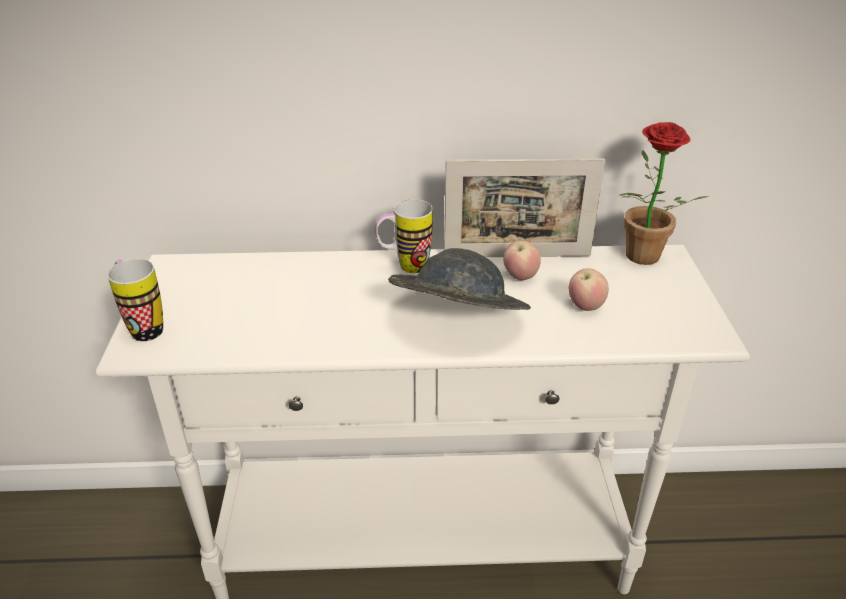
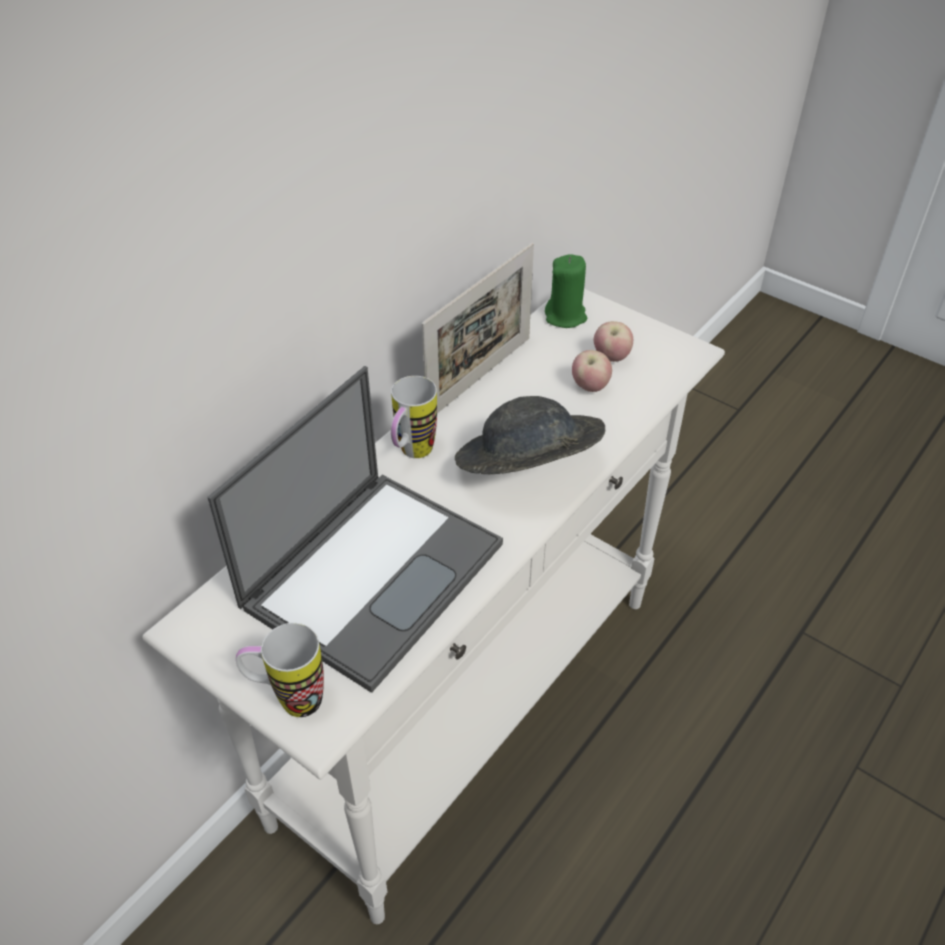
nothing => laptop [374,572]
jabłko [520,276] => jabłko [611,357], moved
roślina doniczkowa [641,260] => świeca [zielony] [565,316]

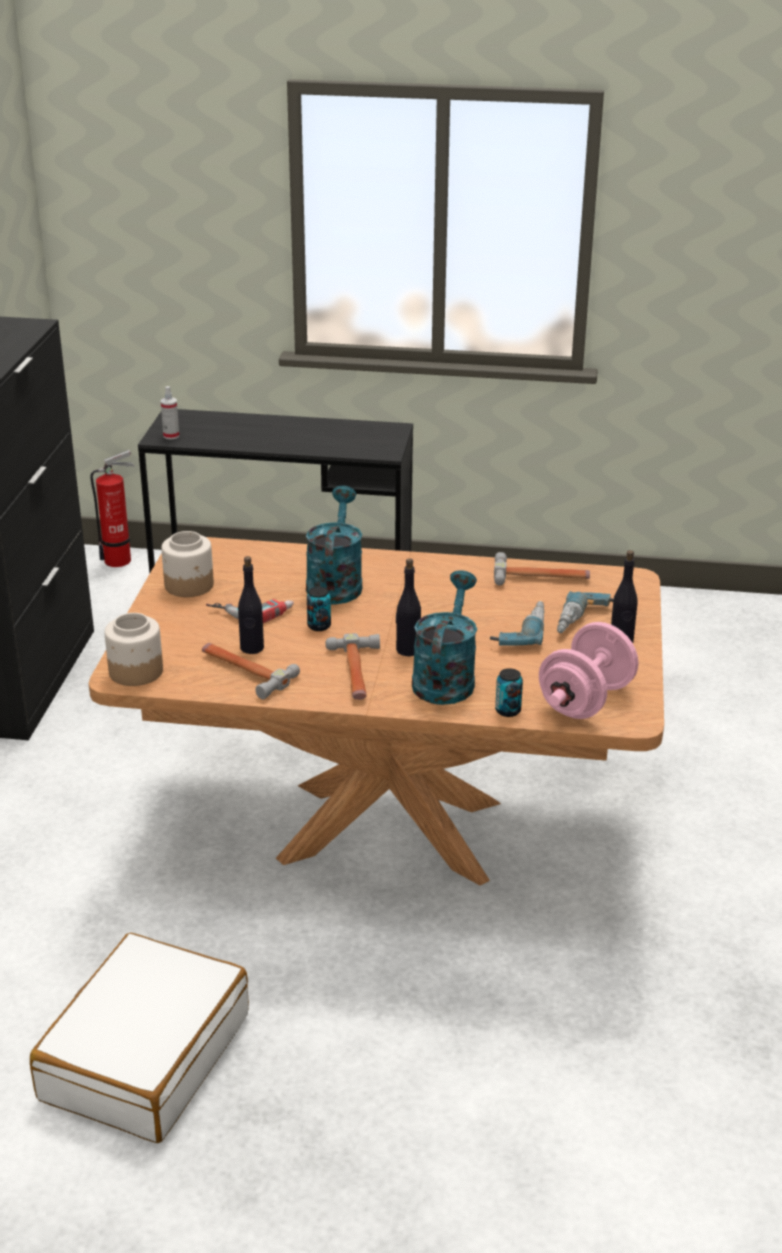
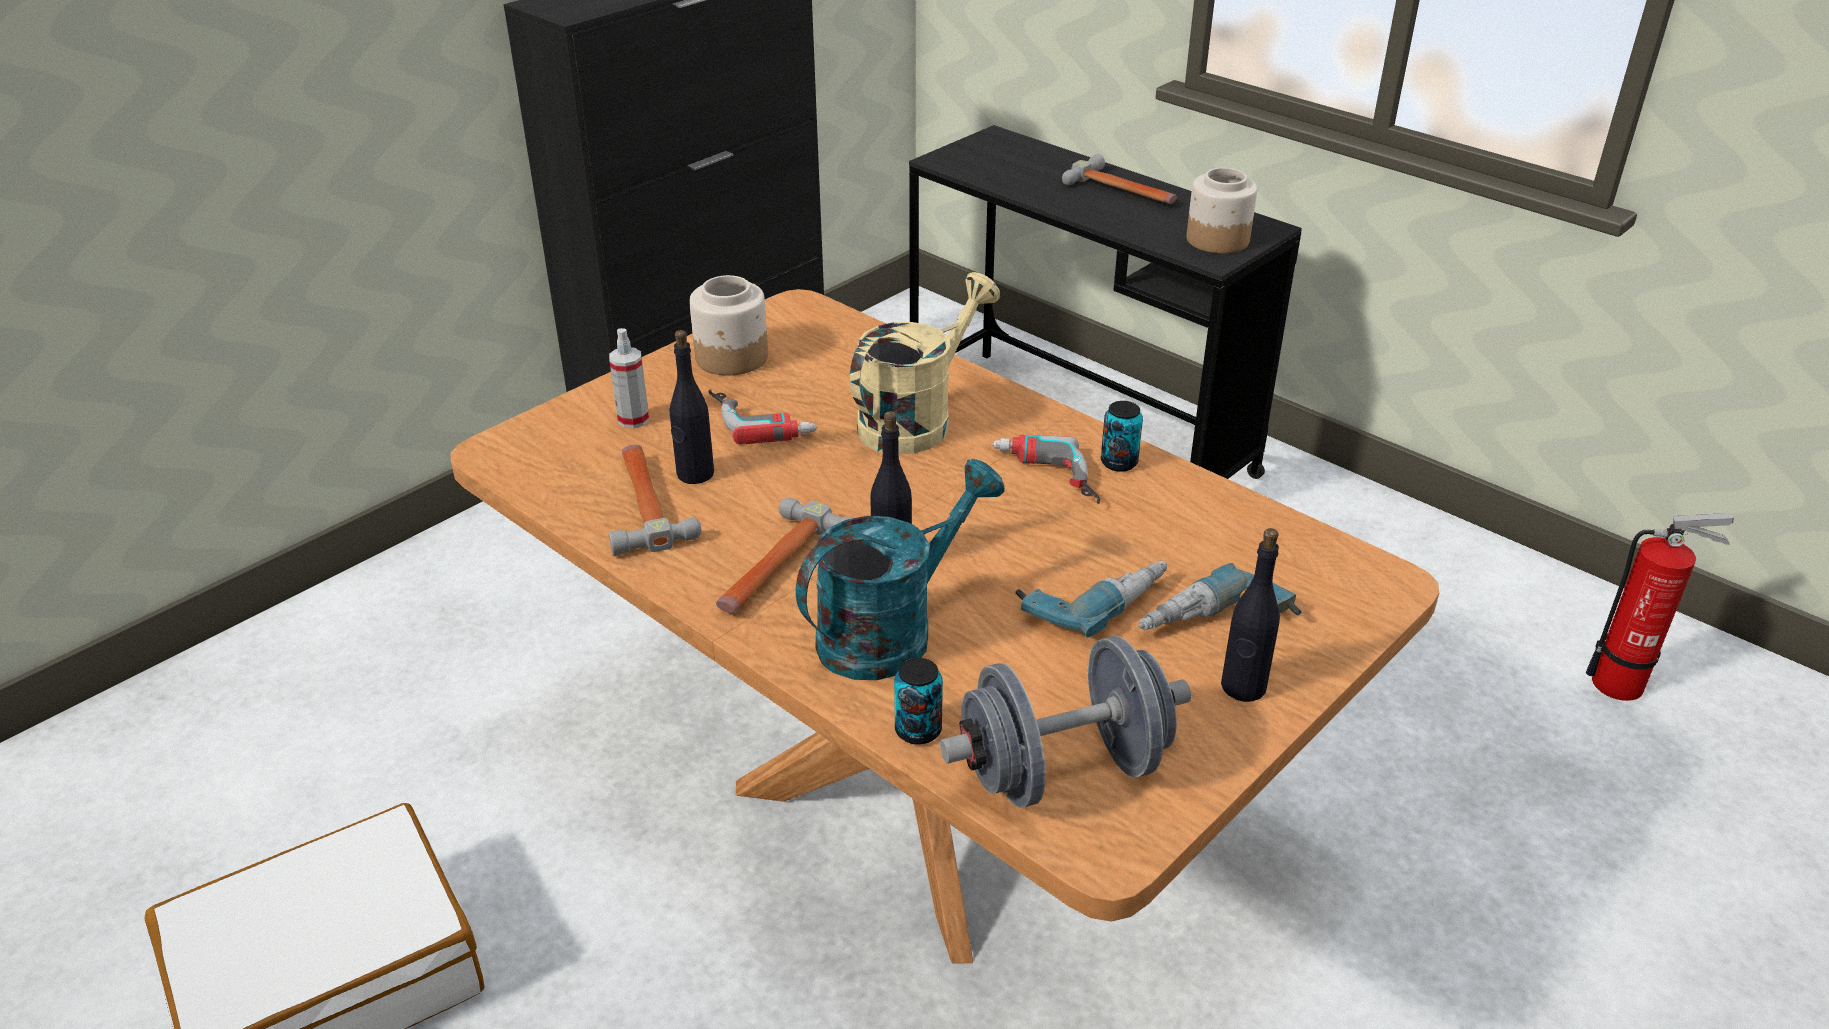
nothing => wiertarka [1044,478]
gaśnica [121,560] => gaśnica [1625,685], moved
słoik [135,672] => słoik [1216,240], moved
spryskiwacz [171,436] => spryskiwacz [633,419], moved
puszka [319,626] => puszka [1119,462], moved
młotek [541,577] => młotek [1123,191], moved
konewka [turkusowy] [335,583] => konewka [beżowy] [915,420]
hantel [różowy] [586,700] => hantel [szary] [1063,770]

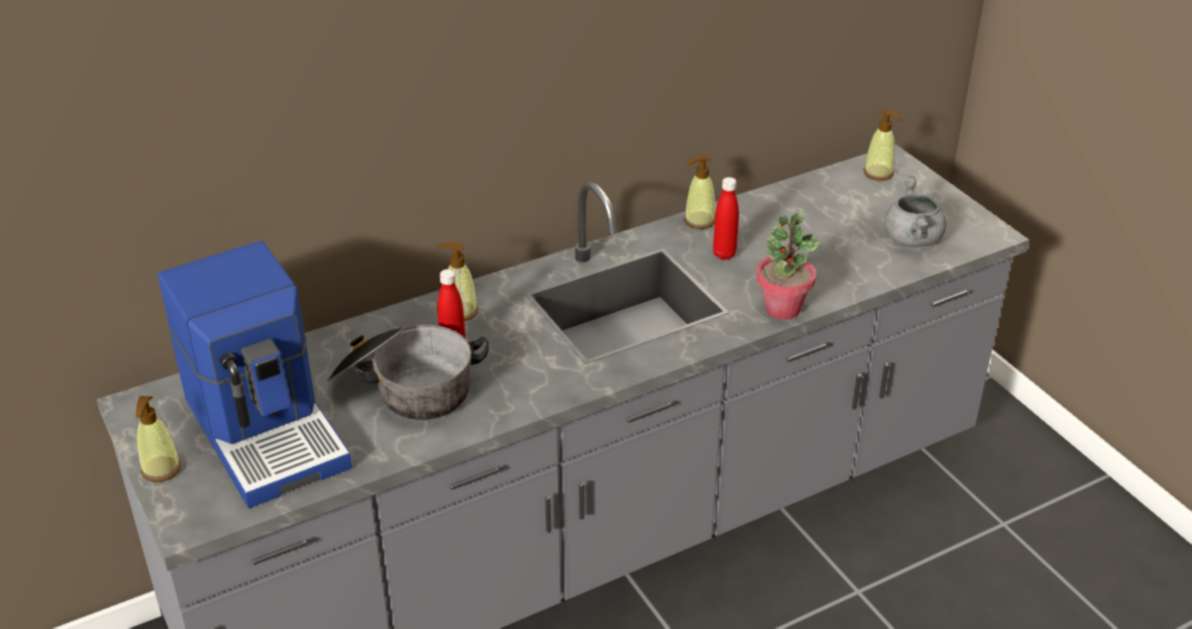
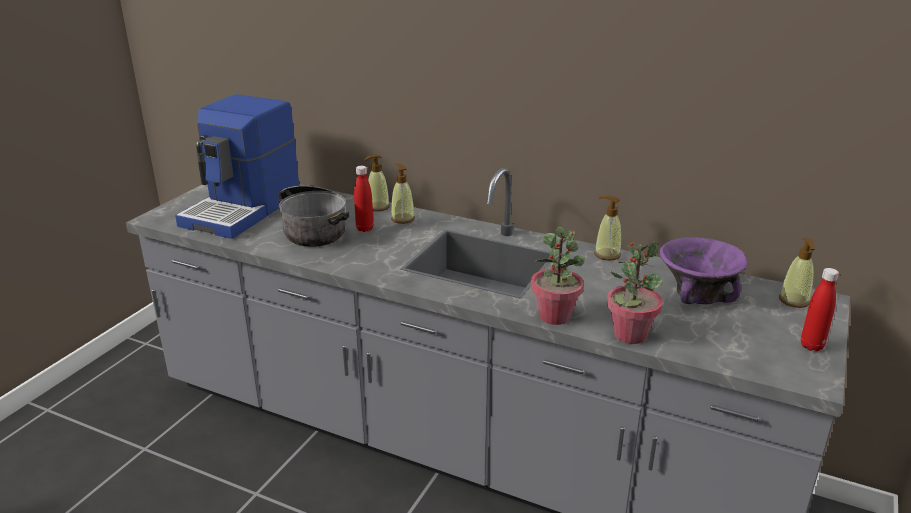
garnek [szary] [912,239] => nothing
nothing => roślina doniczkowa [629,335]
nothing => miska [fioletowy] [697,294]
dozownik mydła [161,469] => dozownik mydła [377,207], moved
butelka [czerwony] [724,254] => butelka [czerwony] [811,346], moved

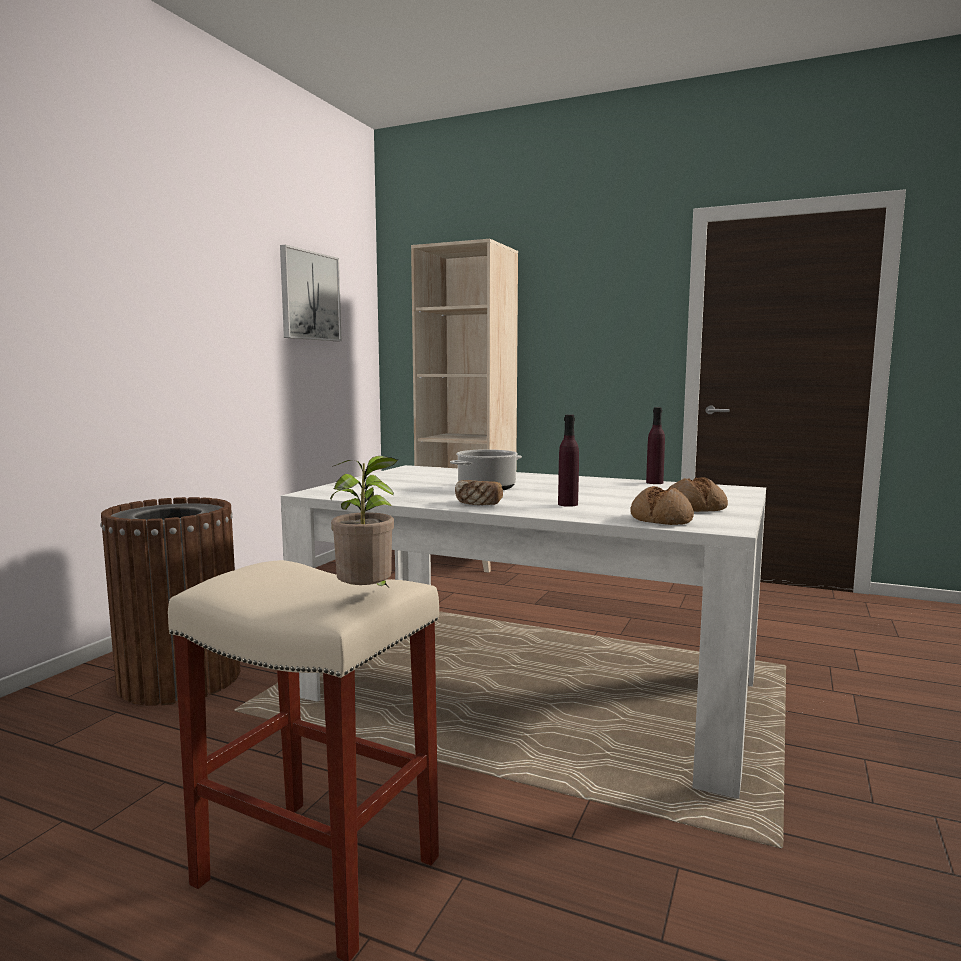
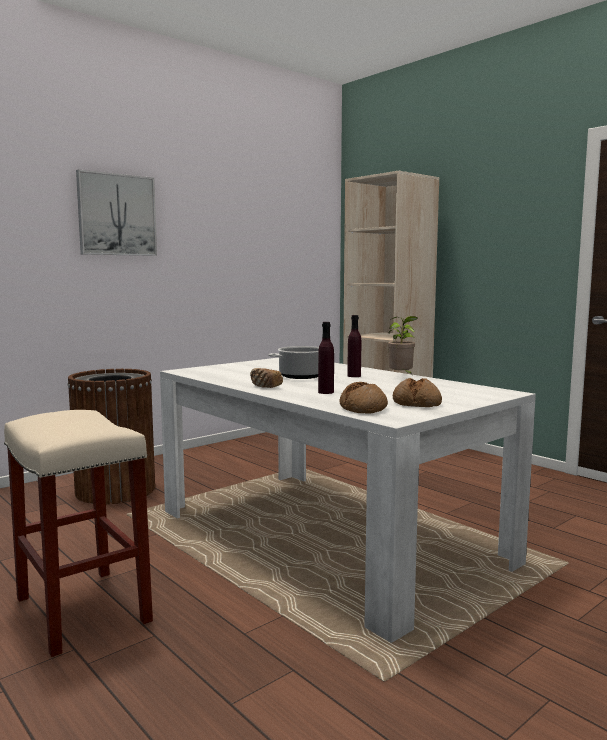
obraz [310,296] => obraz [117,215], moved
roślina doniczkowa [368,597] => roślina doniczkowa [402,377], moved
butelka [fioletowy] [654,482] => butelka [fioletowy] [354,376], moved

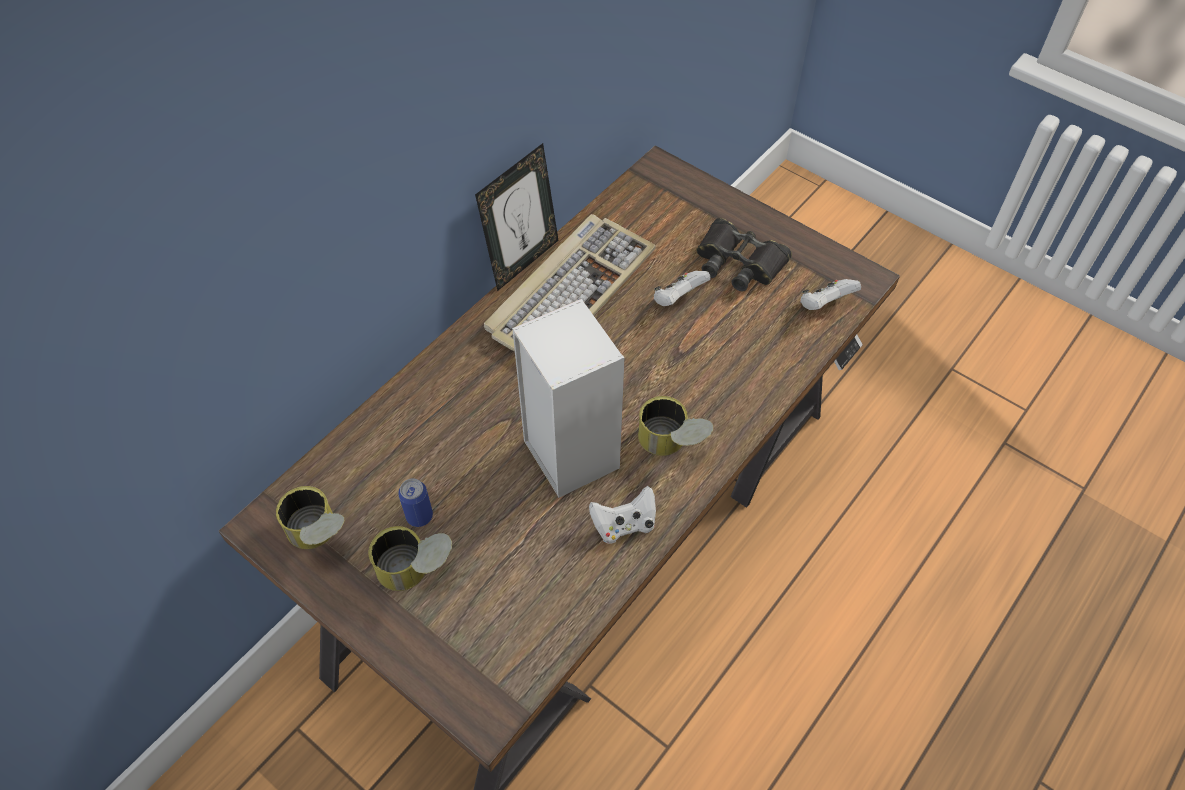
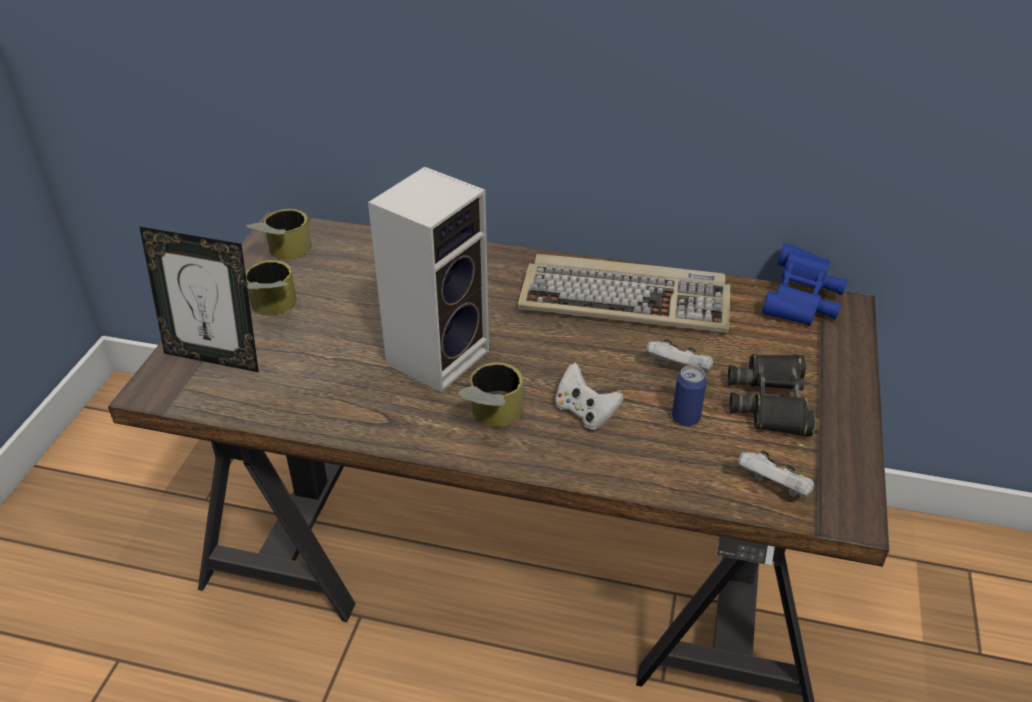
nothing => lornetka [niebieski] [801,303]
puszka [419,516] => puszka [685,418], moved
ramka na zdjęcie [523,261] => ramka na zdjęcie [215,357], moved
pad do gier [biały] [624,525] => pad do gier [biały] [585,412], moved

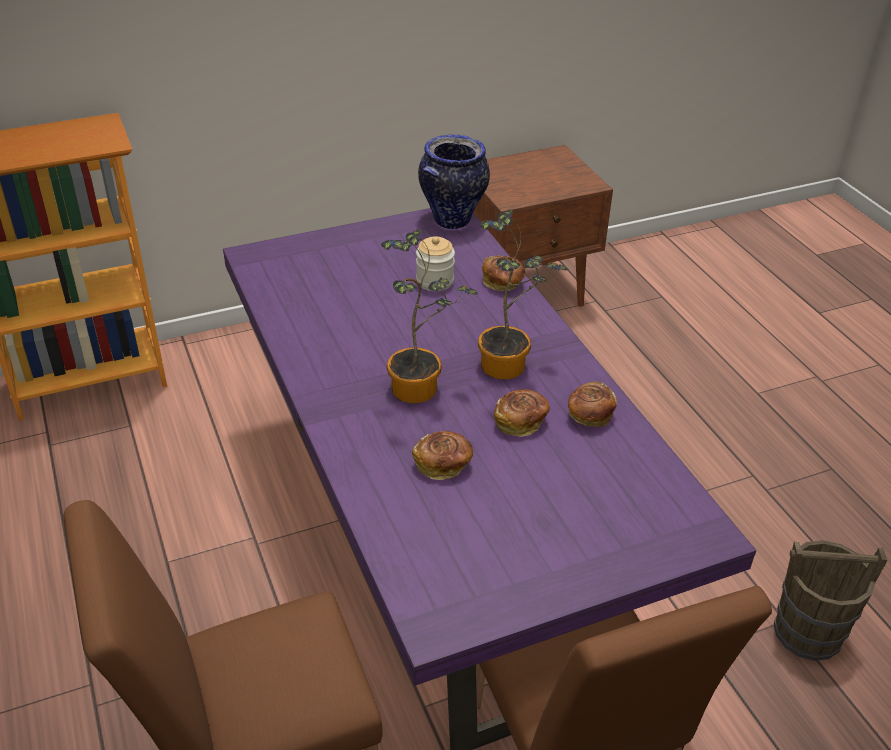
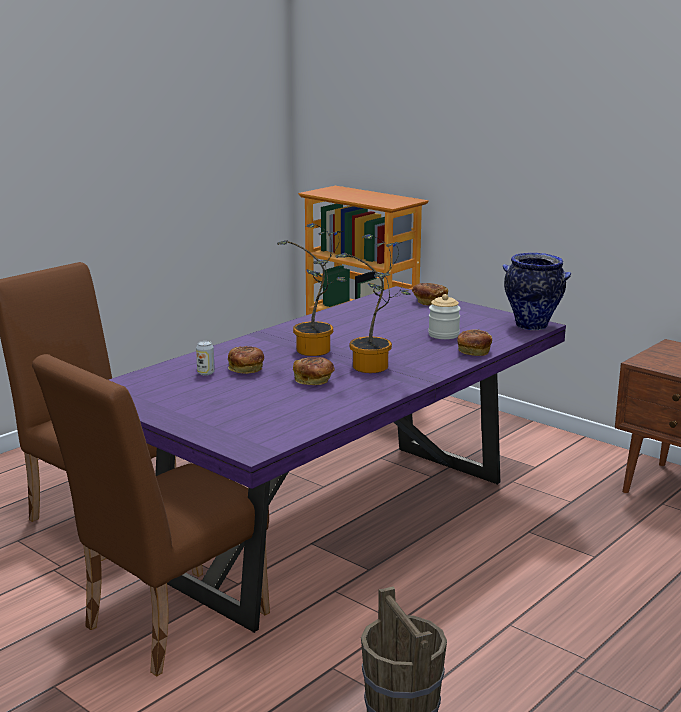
nothing => puszka [206,373]
chleb [589,415] => chleb [429,301], moved

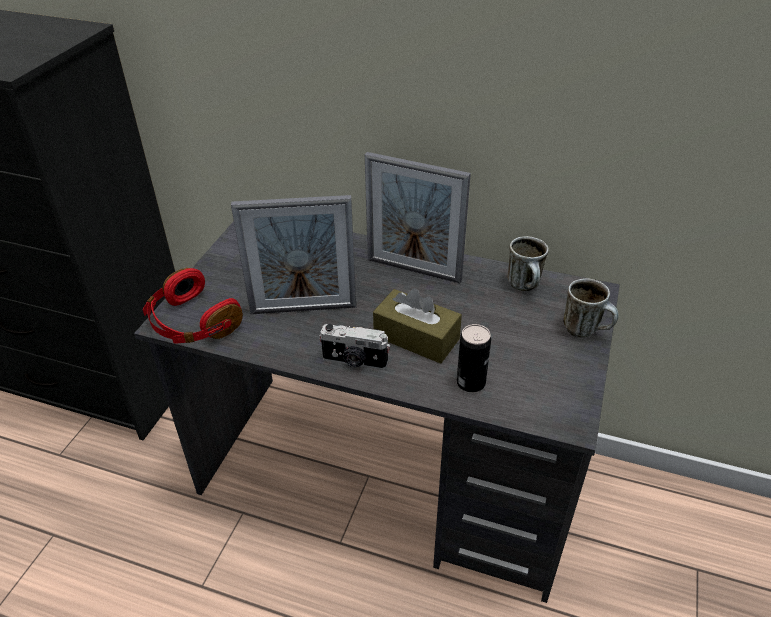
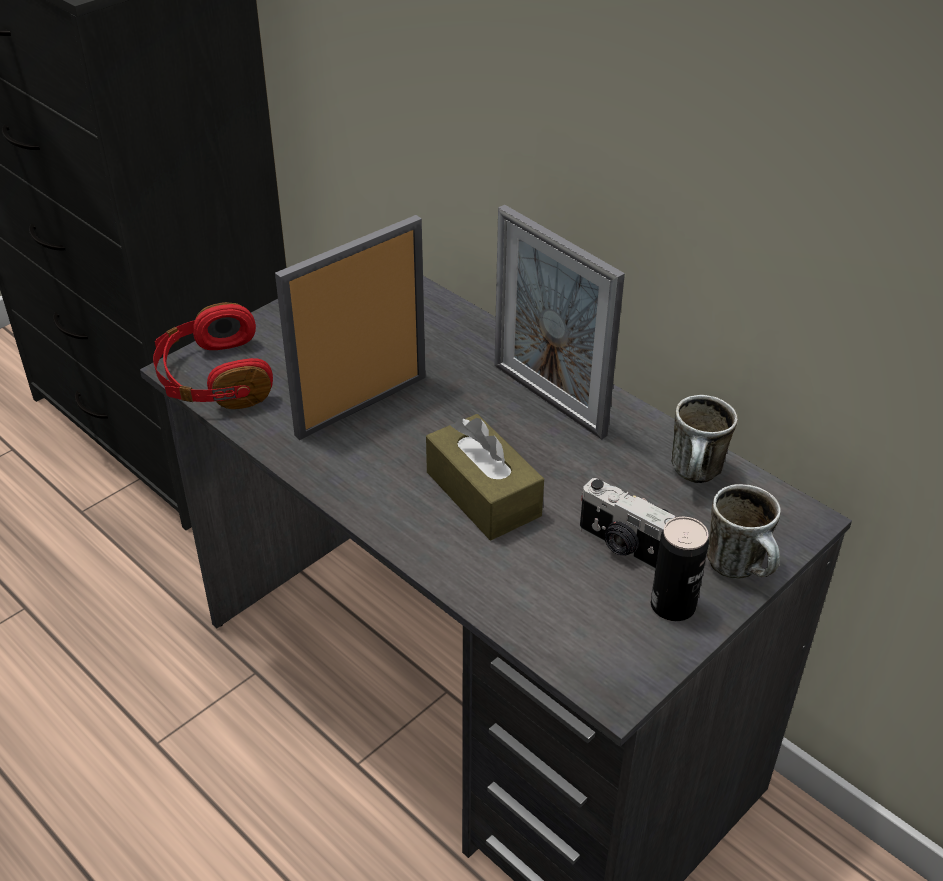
aparat fotograficzny [354,362] => aparat fotograficzny [622,547], moved
puszka [471,382] => puszka [673,605], moved
ramka na zdjęcie [303,309] => ramka na zdjęcie [361,405], 120 degrees clockwise

